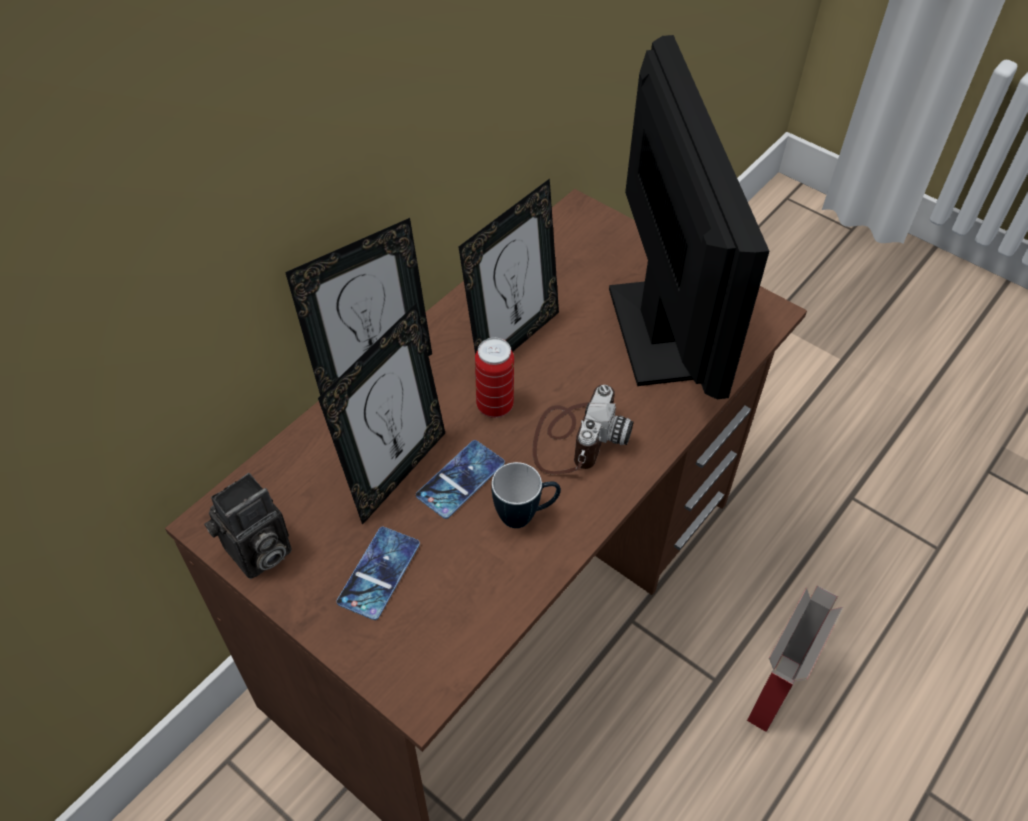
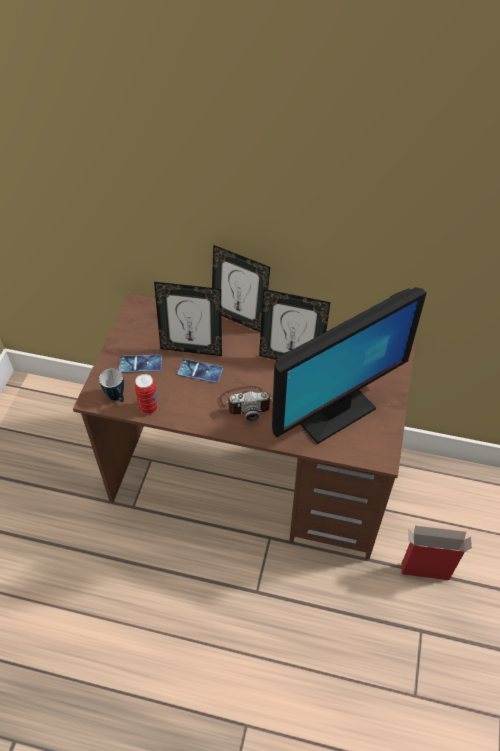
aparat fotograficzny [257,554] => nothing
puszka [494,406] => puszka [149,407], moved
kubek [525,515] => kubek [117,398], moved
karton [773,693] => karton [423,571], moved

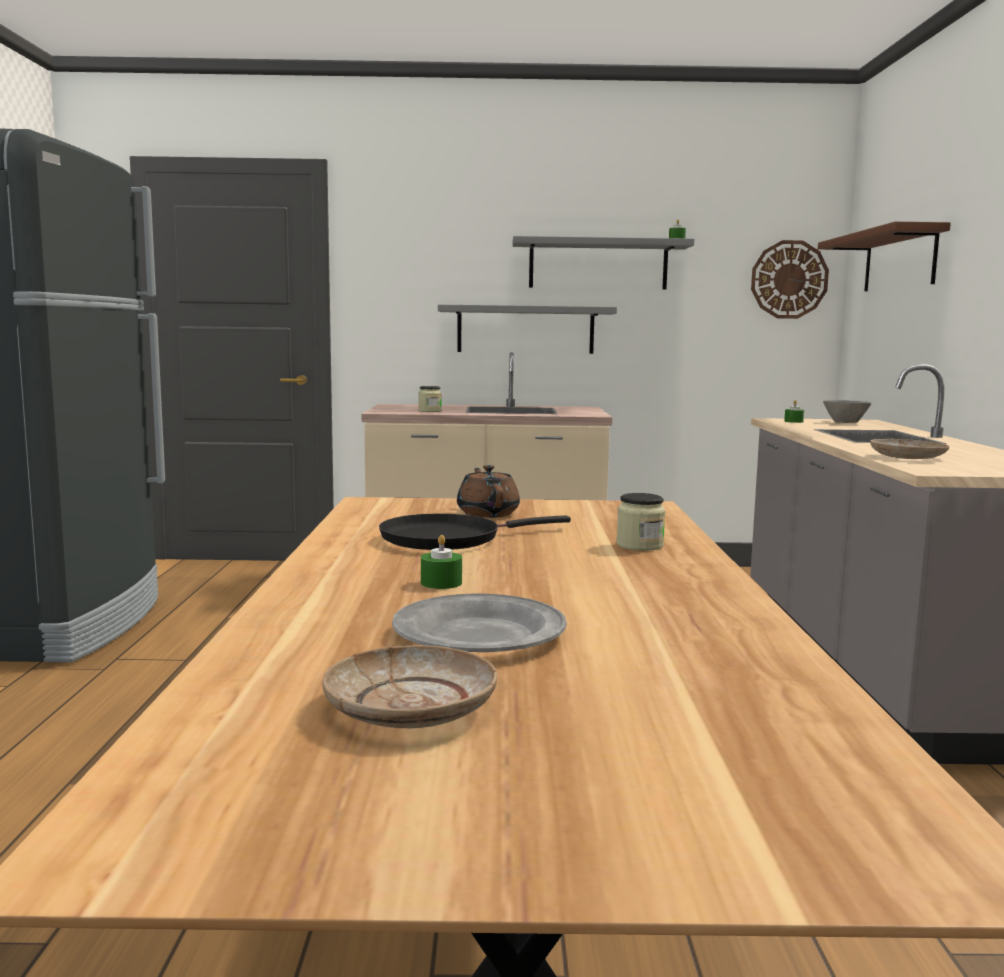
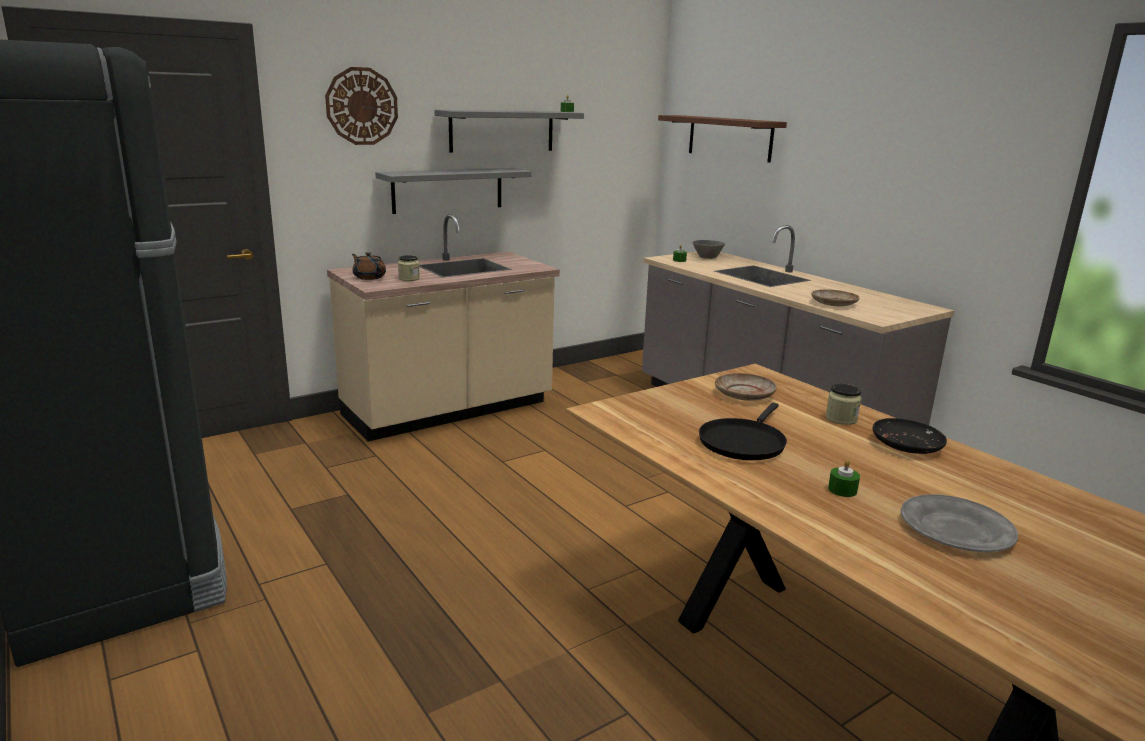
nothing => talerz [czarny] [906,445]
talerz [beżowy] [410,708] => talerz [beżowy] [744,394], moved
imbryk [brązowy] [488,513] => imbryk [brązowy] [369,277], moved
zegar ścienny [789,279] => zegar ścienny [362,106], moved

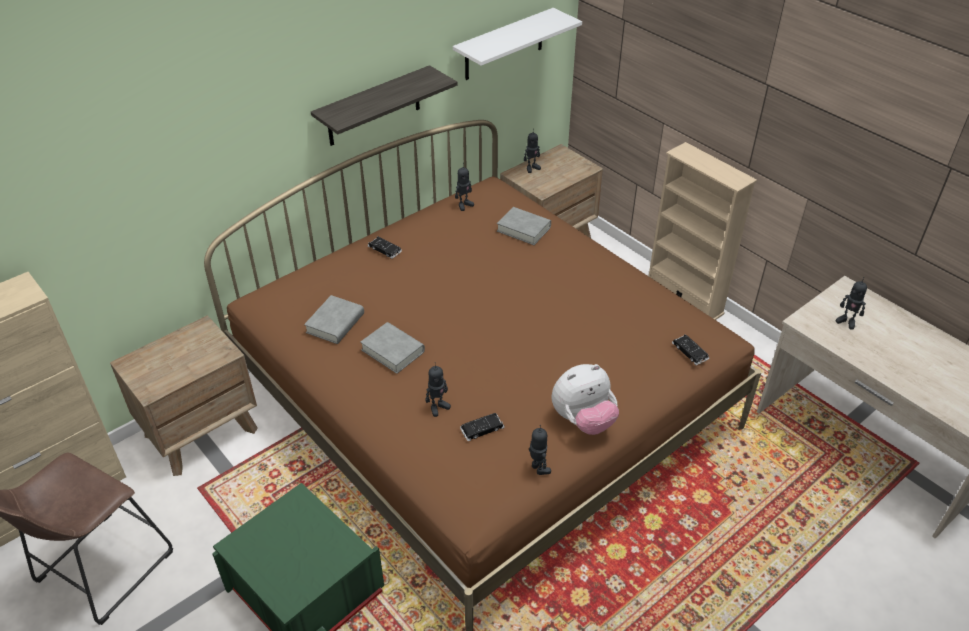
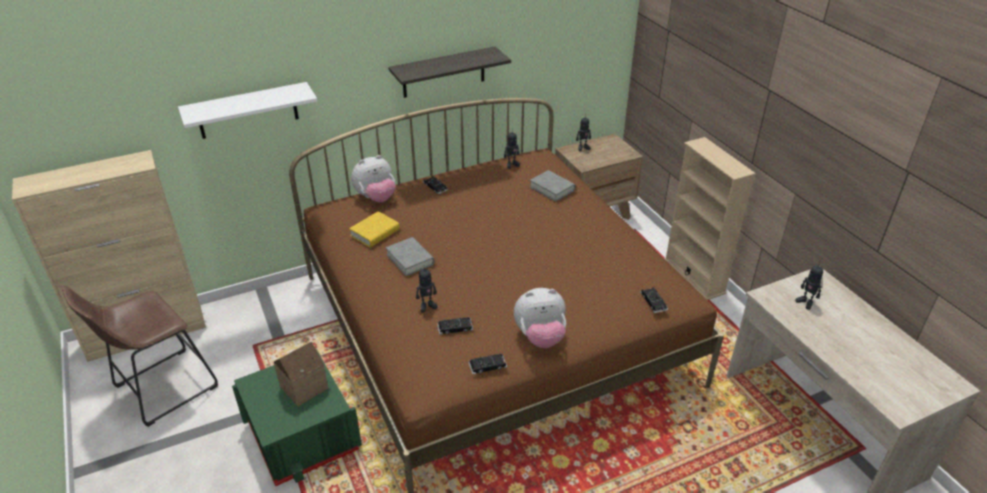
szafka nocna [brązowy] [202,432] => nothing
nothing => domek [302,386]
nothing => pluszak [376,198]
półka [biały] [504,45] => półka [biały] [247,111], moved
robot zabawkowy [538,468] => samochodzik [czarny] [487,366]
książka [szary] [335,323] => książka [żółty] [375,233]

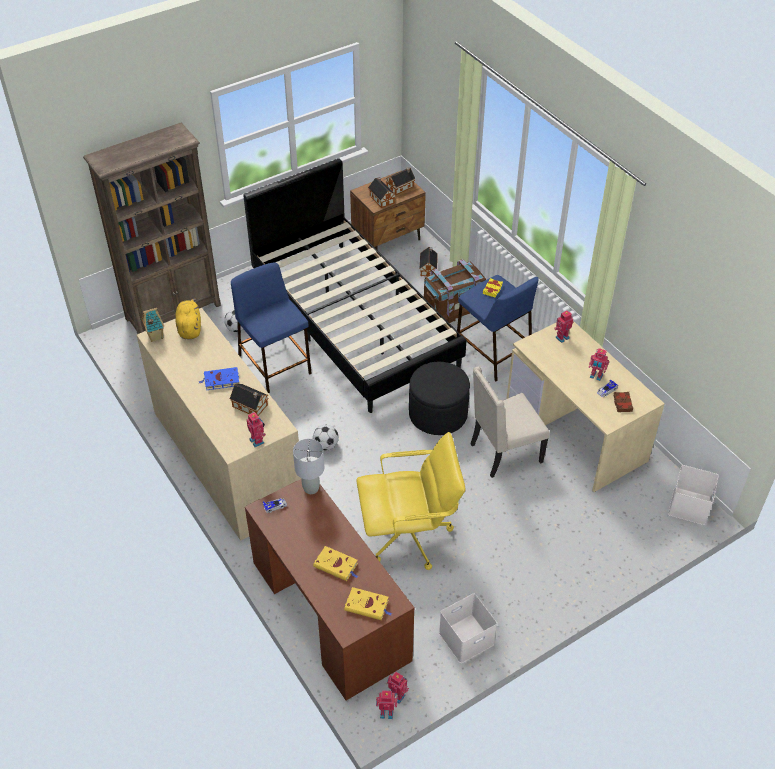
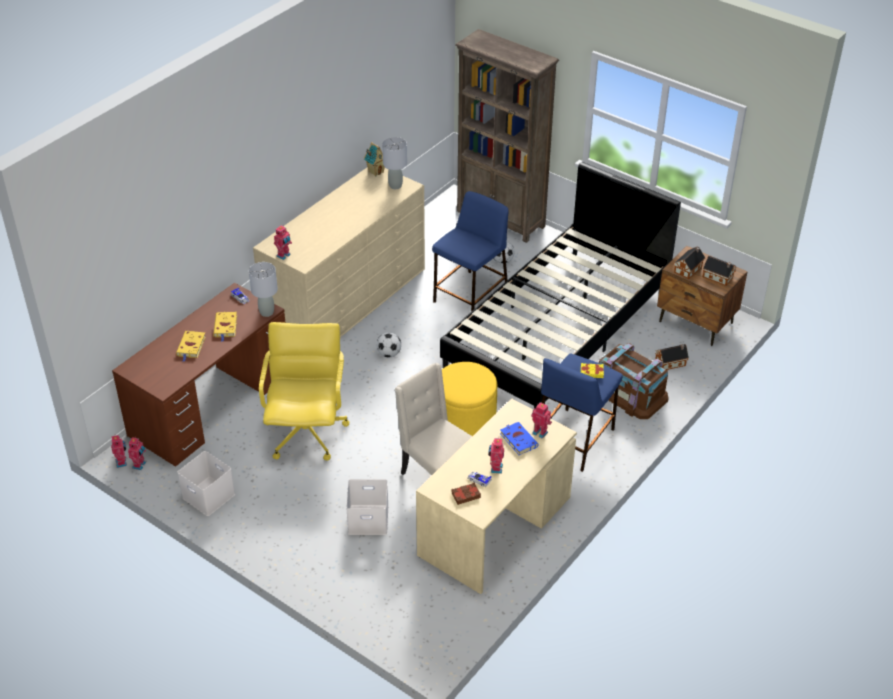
domek [251,406] => nothing
książka [niebieski] [220,380] => książka [niebieski] [517,439], moved
książka [żółty] [368,605] => książka [żółty] [225,327], moved
pojemnik do przechowywania [biały] [690,506] => pojemnik do przechowywania [biały] [367,520], moved
pluszak [żółty] [189,328] => lampa stołowa [szary] [395,185]
pufa [czarny] [438,414] => pufa [żółty] [465,417]
krzesło biurowe [żółty] [409,536] => krzesło biurowe [żółty] [306,433], 150 degrees counterclockwise

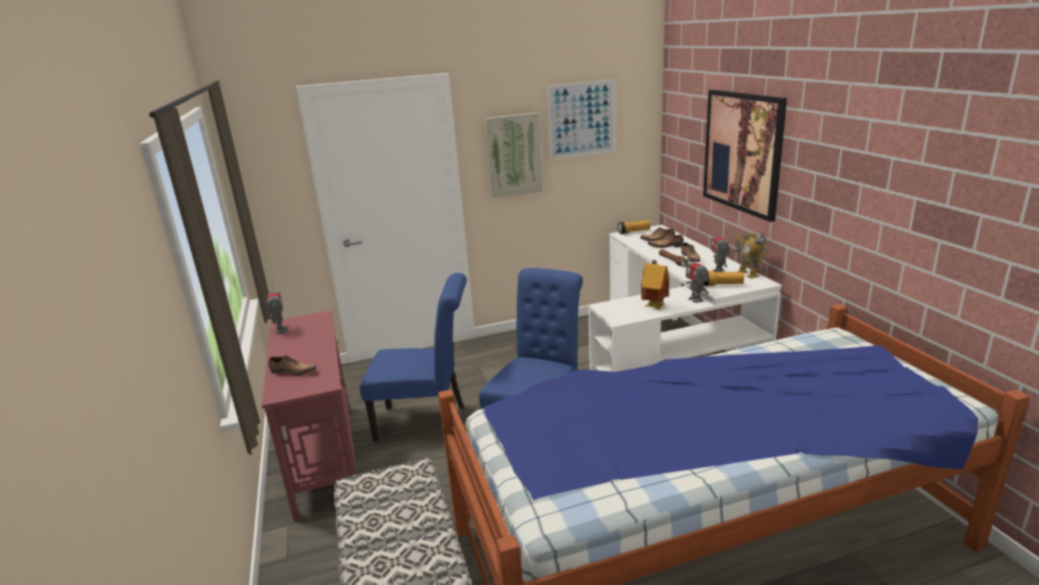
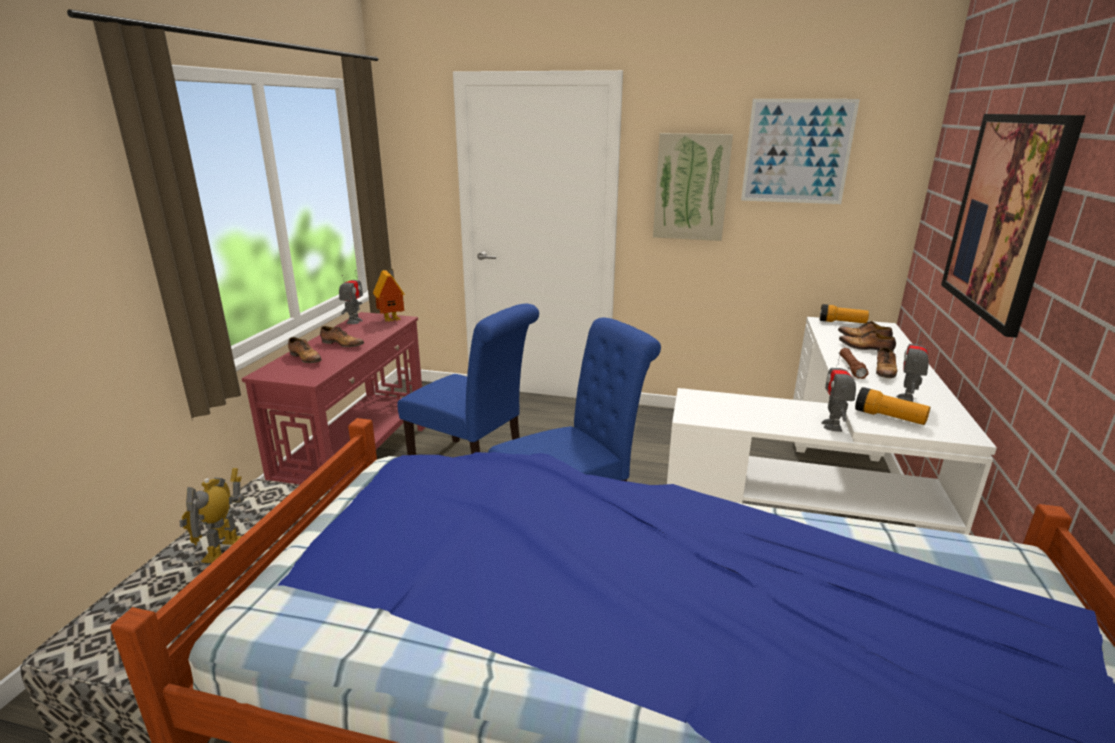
nothing => but [342,344]
domek [654,306] => domek [392,320], moved
robot zabawkowy [748,274] => robot zabawkowy [224,550], moved

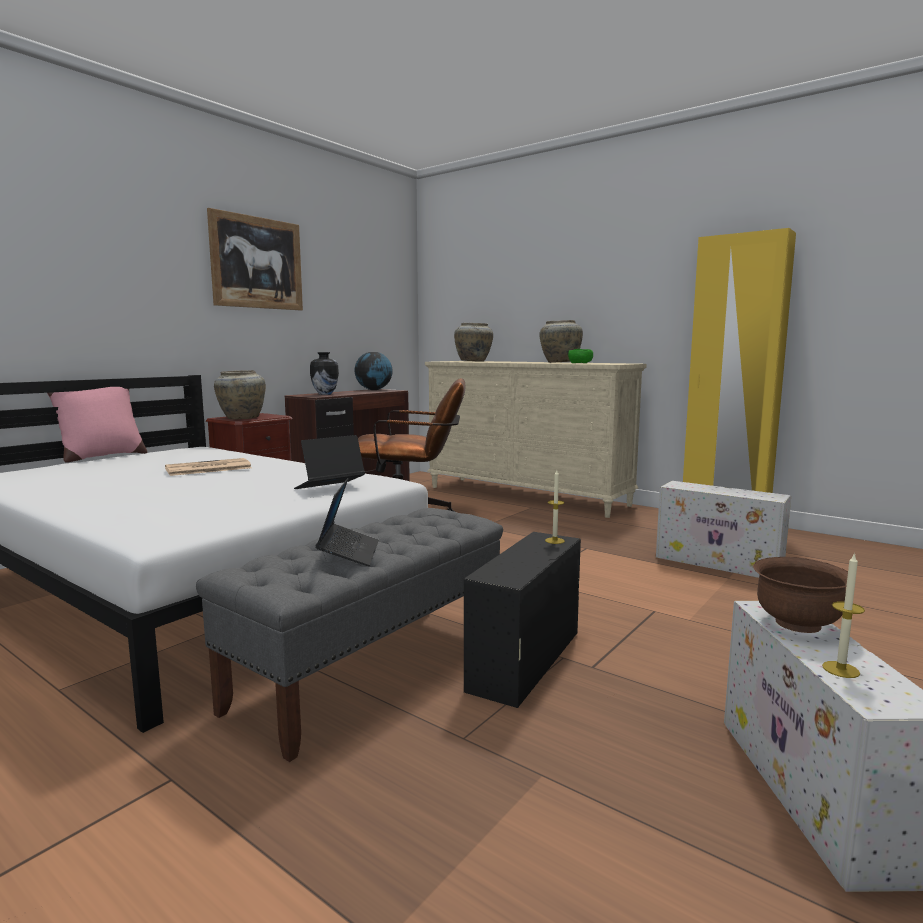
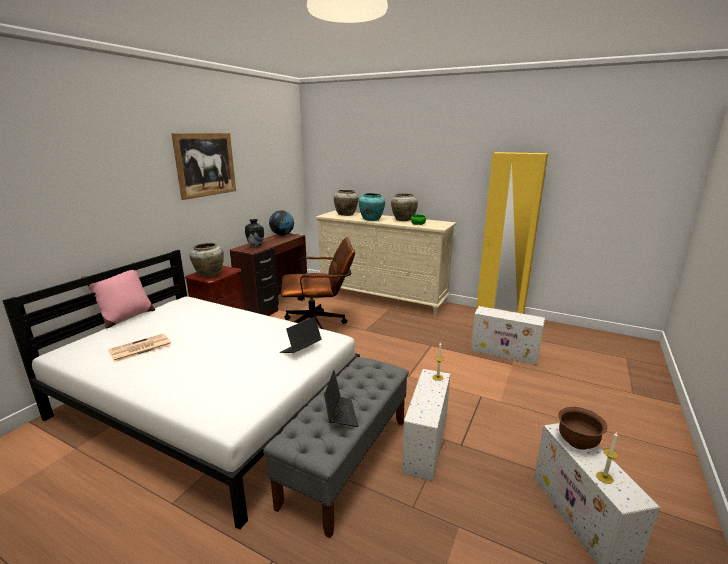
nothing => wazon [turkusowy] [371,219]
gazeta [207,468] => gazeta [139,348], moved
pojemnik do przechowywania [czarny] [524,661] => pojemnik do przechowywania [biały] [425,445]

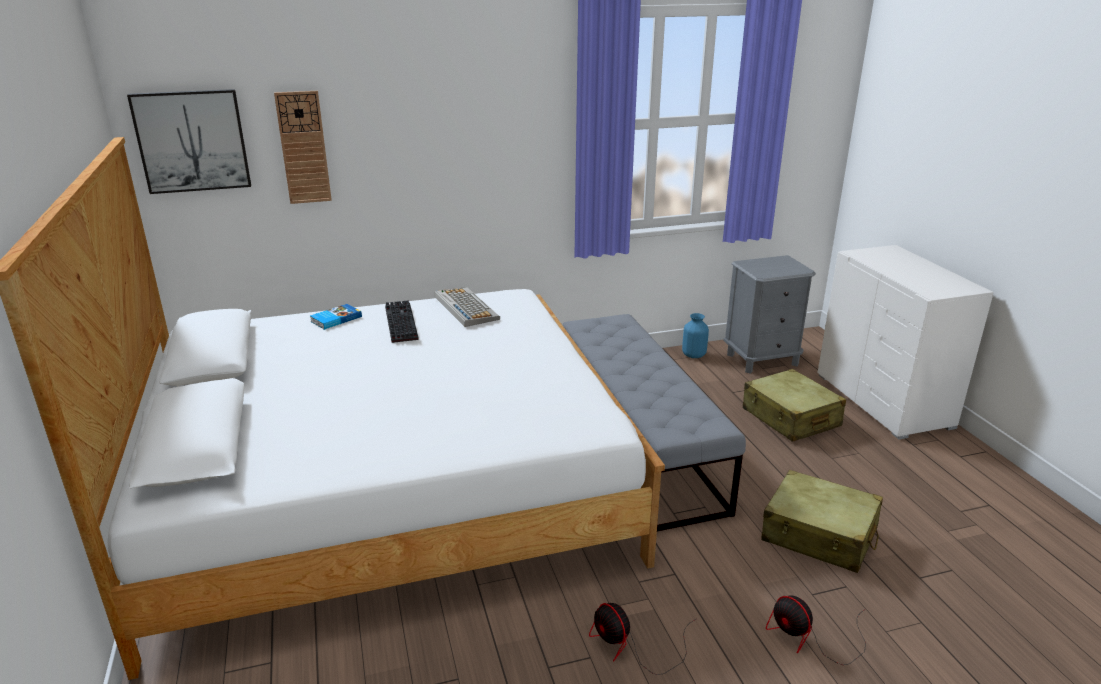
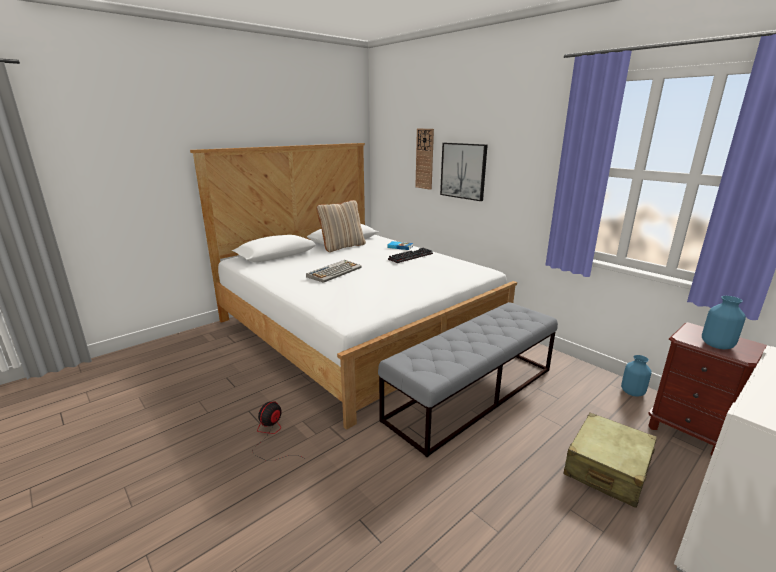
walizka [beżowy] [819,535] => nothing
wentylator [810,638] => nothing
nothing => poduszka [beżowy] [342,247]
nothing => wazon [niebieski] [717,345]
obraz [192,141] => obraz [463,171], moved
klawiatura [465,307] => klawiatura [334,272], moved
szafka nocna [szary] [762,359] => szafka nocna [brązowy] [689,432]

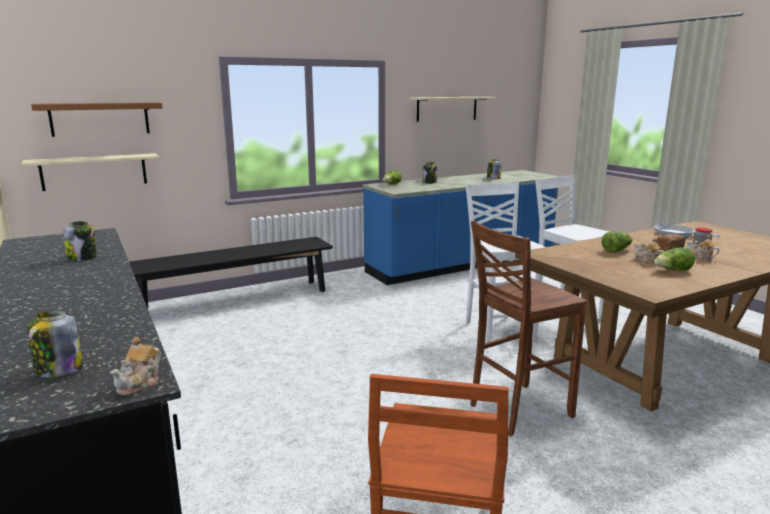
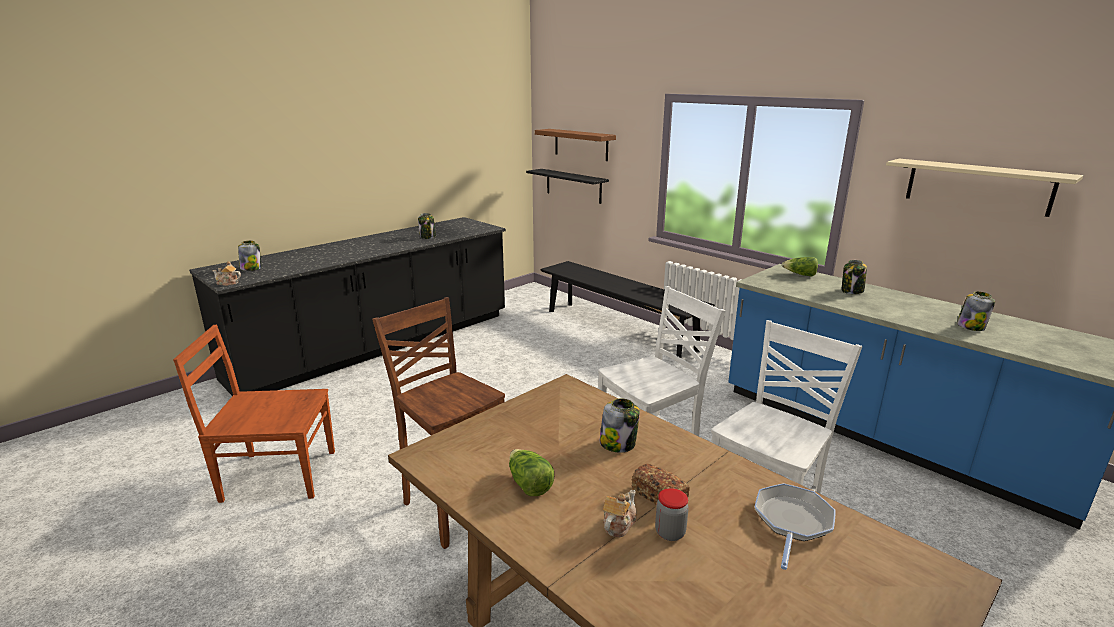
imbryk [646,261] => nothing
sałata [616,250] => słoik [618,444]
półka [beżowy] [94,171] => półka [czarny] [573,186]

